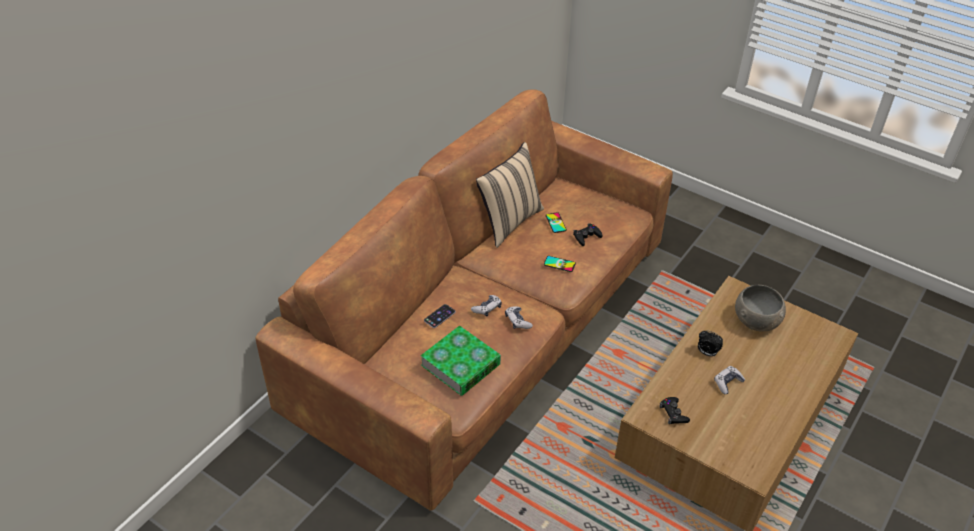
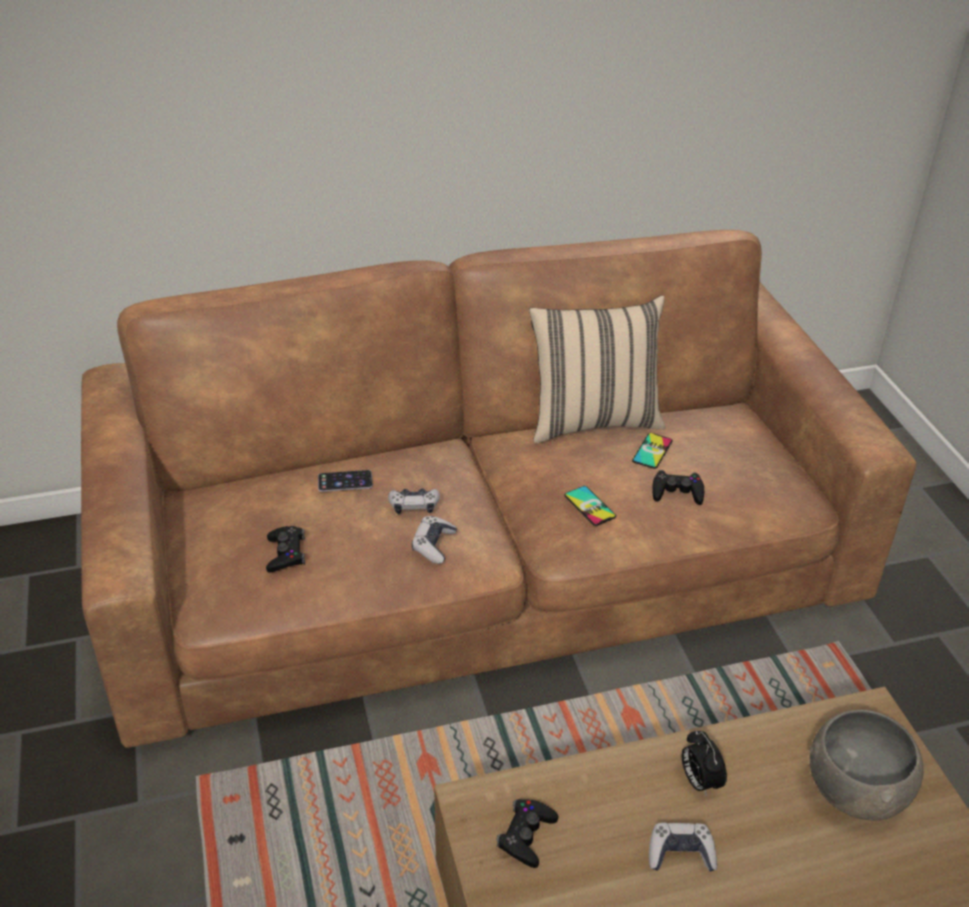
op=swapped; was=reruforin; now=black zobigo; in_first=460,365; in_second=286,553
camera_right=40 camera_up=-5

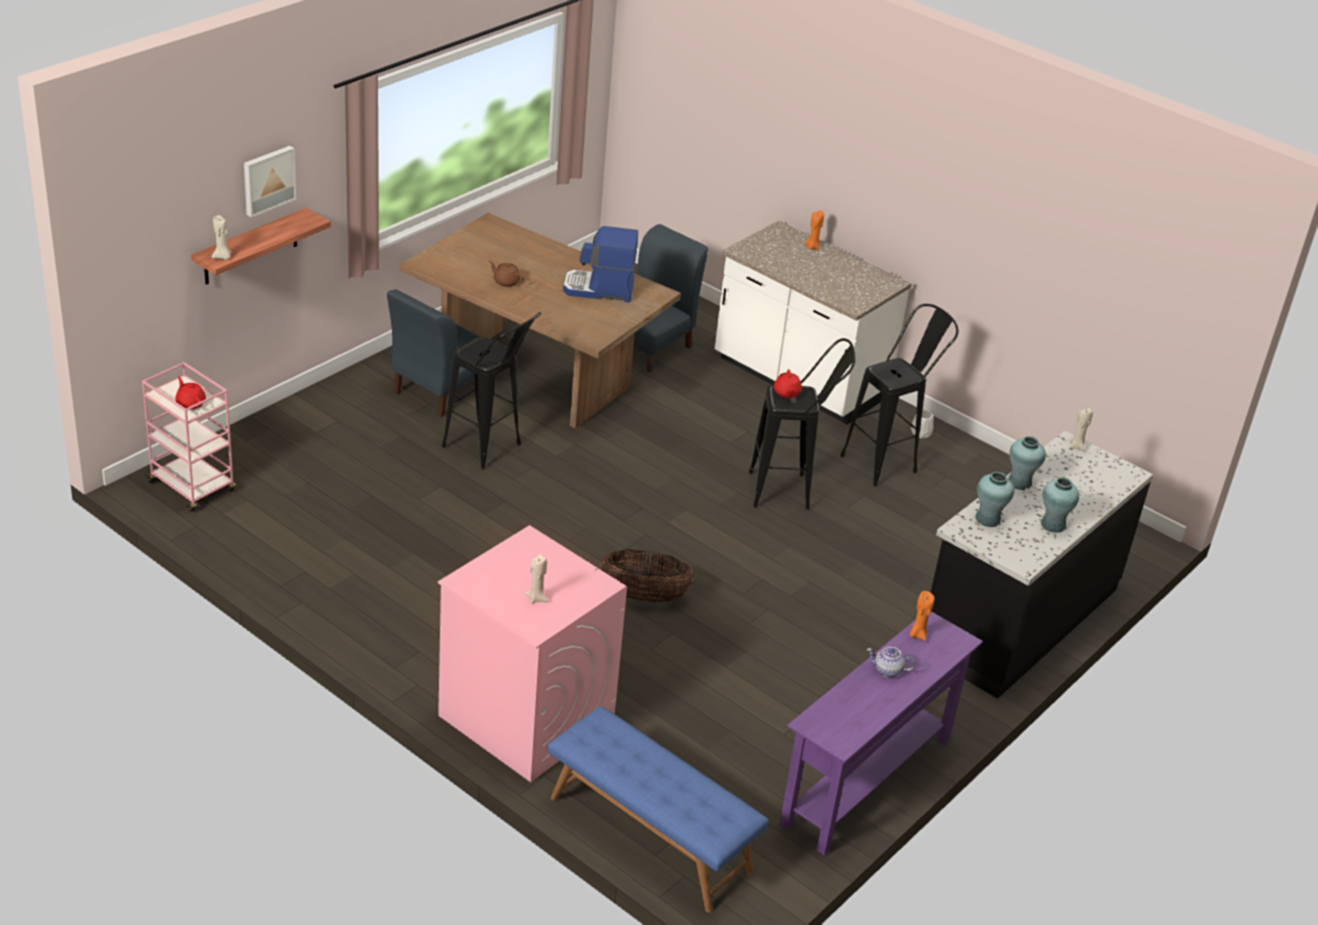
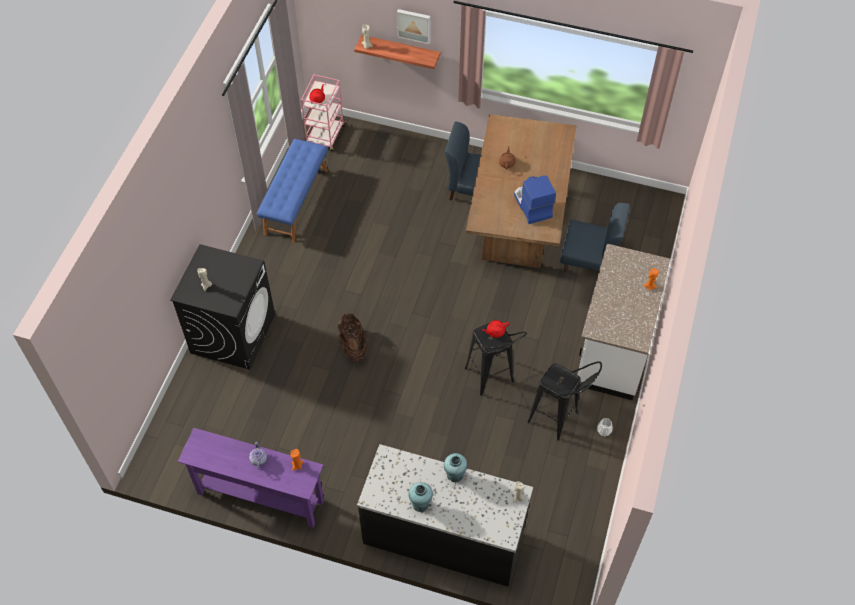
op=repainted; was=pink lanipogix; now=black lanipogix; in_first=525,717; in_second=233,333
op=gone; was=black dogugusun; in_first=490,451
op=shifted; was=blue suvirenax; in_first=649,835; in_second=295,201
op=gone; was=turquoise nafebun; in_first=988,519
camera_right=70 camera_up=20

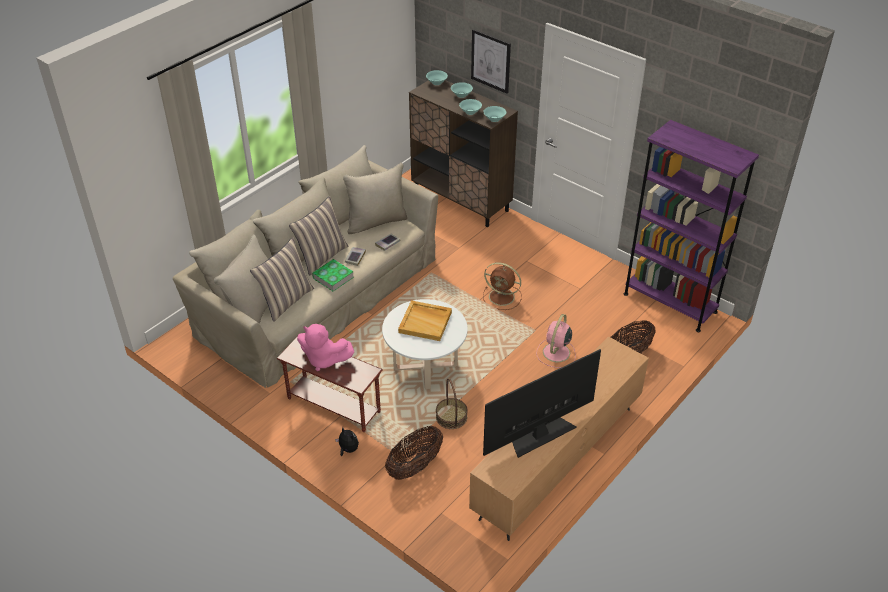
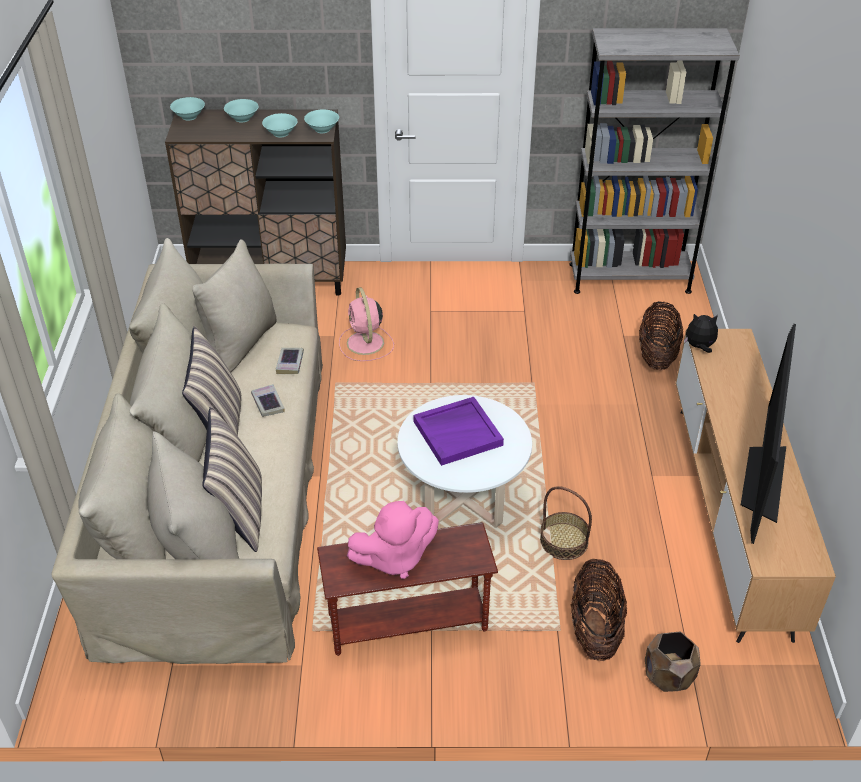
op=gone; was=reruforin; in_first=333,277
op=shifted; was=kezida; in_first=348,449; in_second=699,347
op=repainted; was=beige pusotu; now=purple pusotu; in_first=425,322; in_second=458,432
op=gone; was=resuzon; in_first=491,61
op=gone; was=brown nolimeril; in_first=502,297
op=shifted; was=pink nolimeril; in_first=556,353; in_second=365,344
op=repainted; was=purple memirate; now=grey memirate; in_first=670,303; in_second=629,278
op=new; now=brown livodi; in_second=668,677
camera_right=-40 camera_up=0

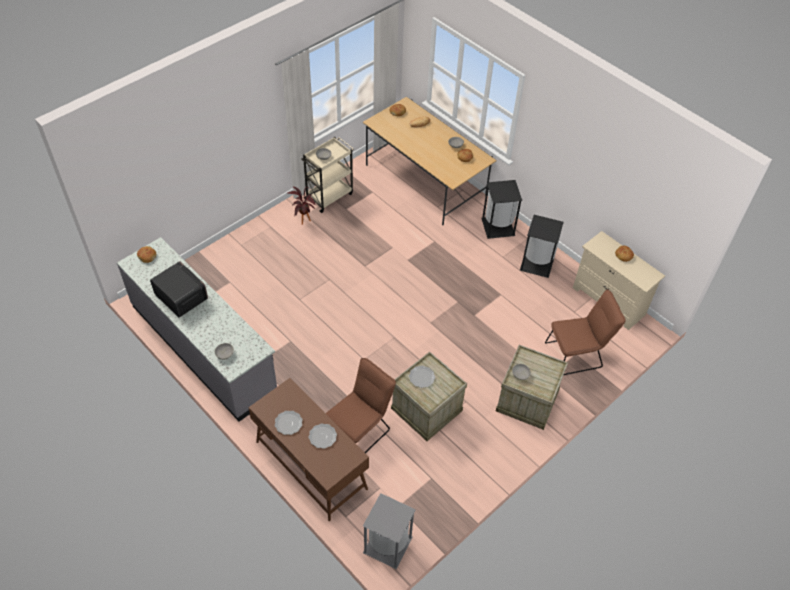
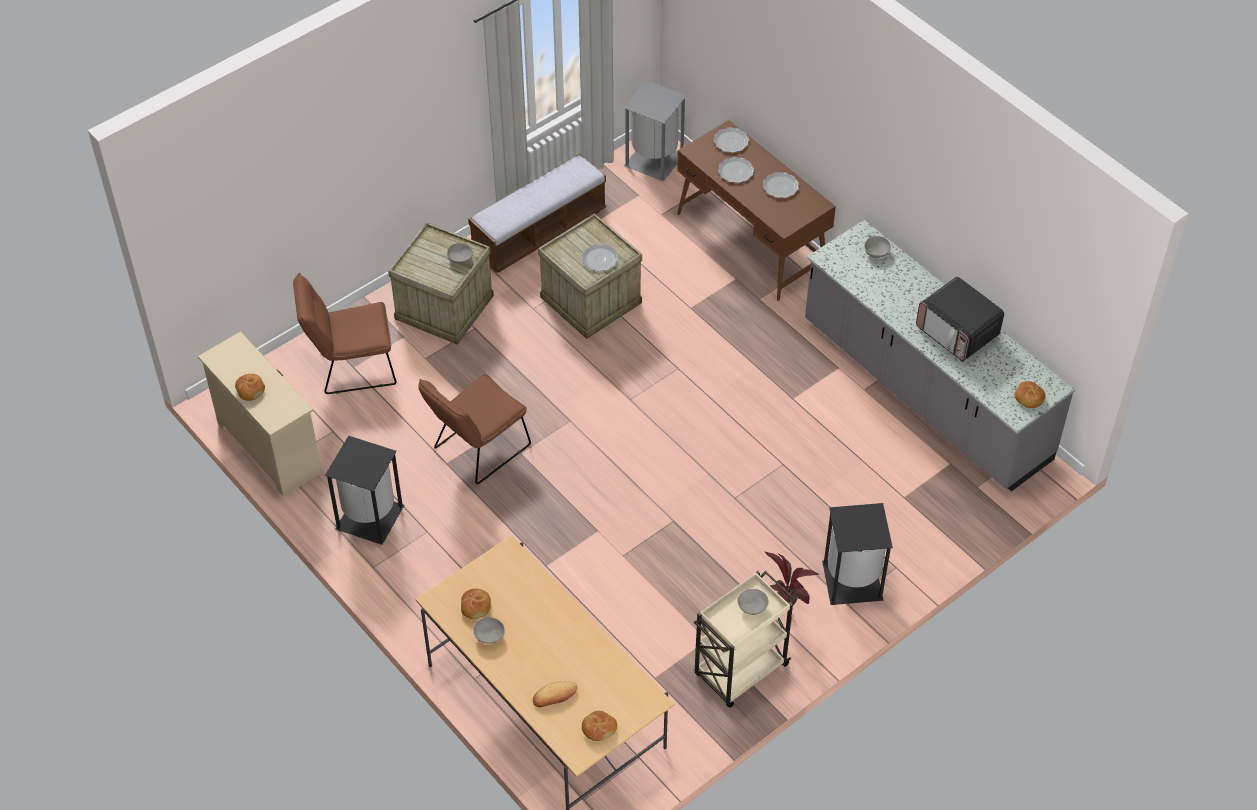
op=shifted; was=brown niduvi; in_first=360,429; in_second=477,450
op=shifted; was=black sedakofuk; in_first=498,226; in_second=851,582
op=new; now=suvirenax; in_second=539,232
op=new; now=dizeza; in_second=731,142
camera_right=-175 camera_up=0

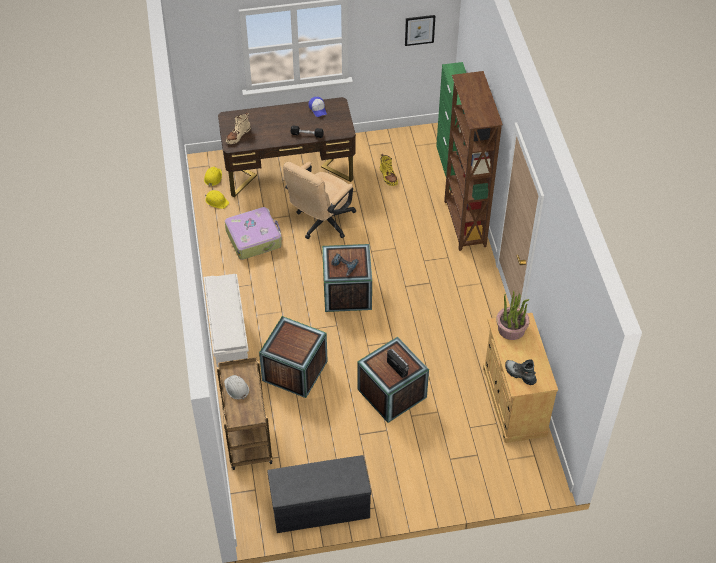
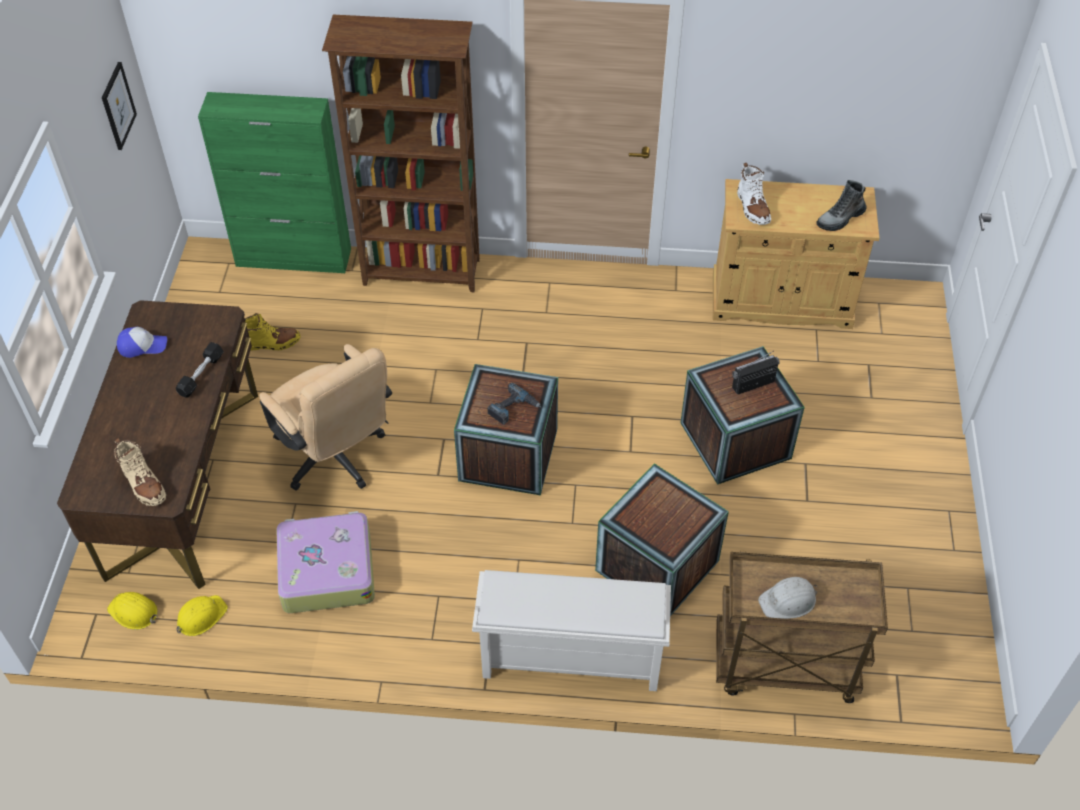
op=gone; was=grey suvirenax; in_first=319,507
op=swapped; was=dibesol; now=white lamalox; in_first=511,329; in_second=752,207
camera_right=-75 camera_up=0

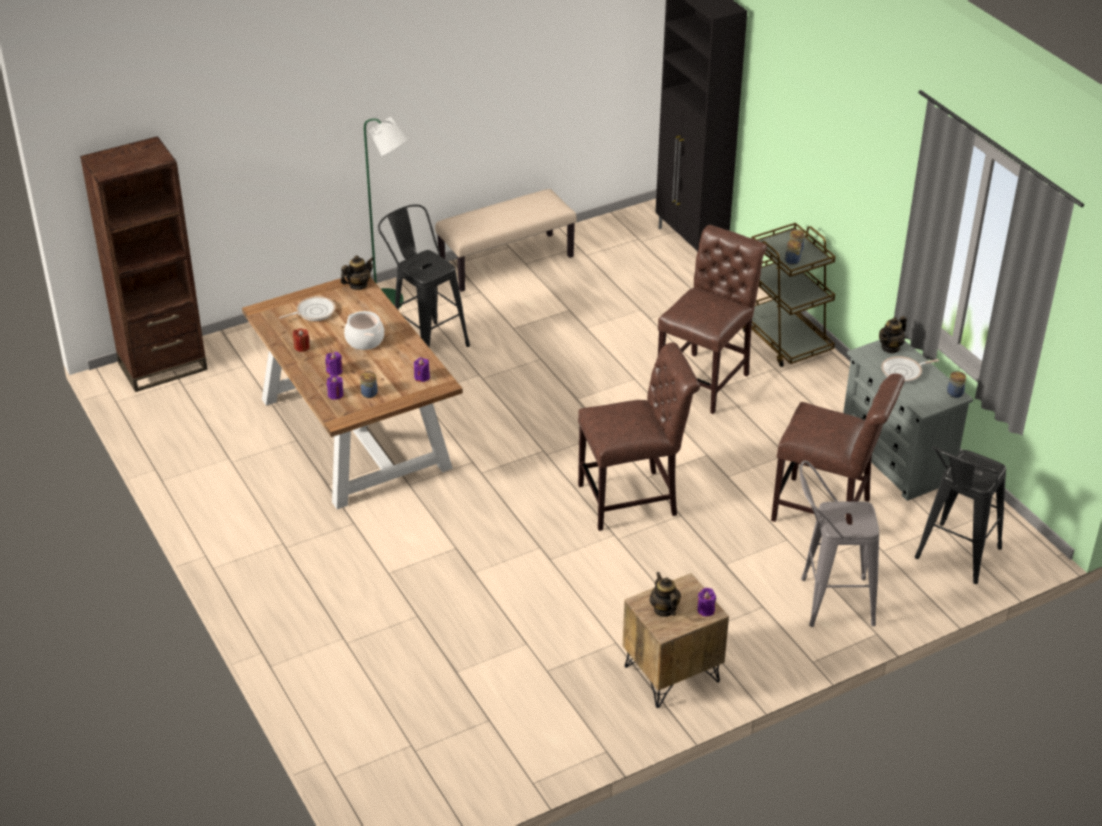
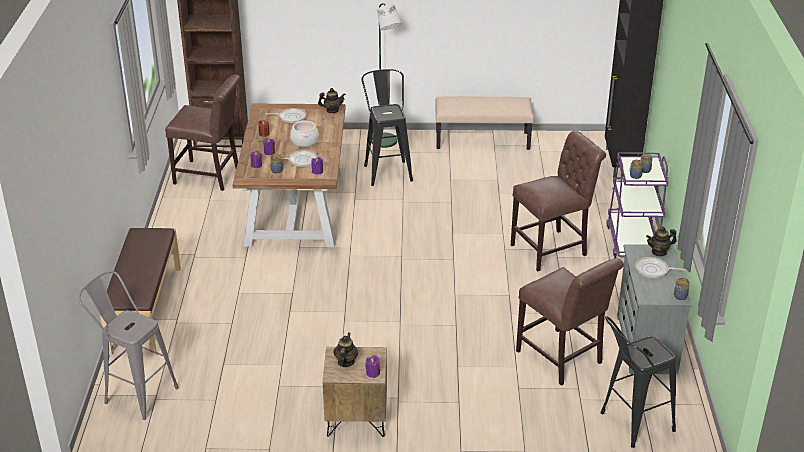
op=shifted; was=brown niduvi; in_first=633,499; in_second=210,176
op=repainted; was=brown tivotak; now=purple tivotak; in_first=783,339; in_second=632,241
op=shifted; was=grey dogugusun; in_first=827,601; in_second=135,393
op=new; now=brown suvirenax; in_second=145,310
op=new; now=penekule; in_second=301,160
camera_right=30 camera_up=-5

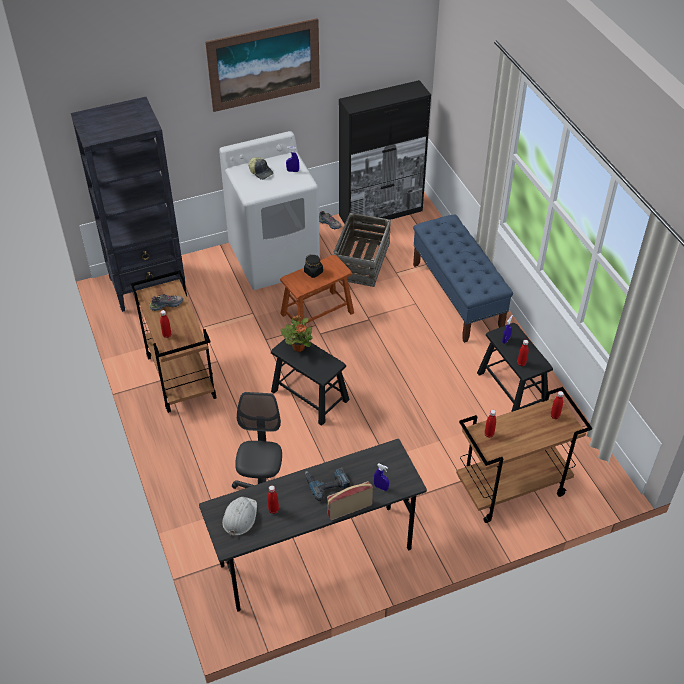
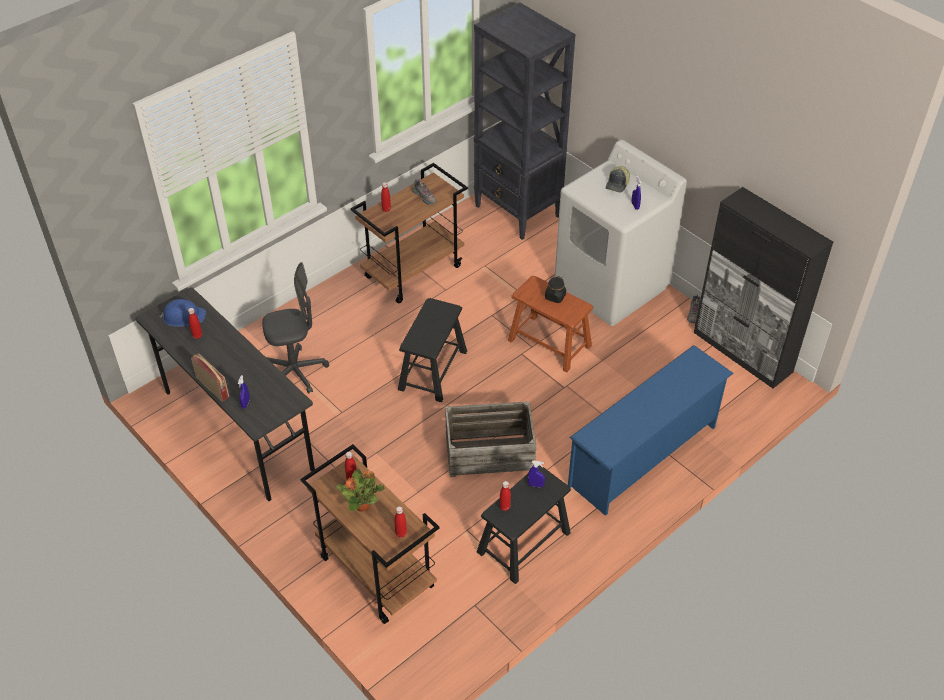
op=gone; was=resuzon; in_first=264,65
op=repainted; was=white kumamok; now=blue kumamok; in_first=239,517; in_second=183,316
op=shifted; was=dibesol; in_first=298,347; in_second=362,505
op=gone; was=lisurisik; in_first=327,483
op=shifted; was=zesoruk; in_first=362,261; in_second=489,452
op=swapped; was=blue suvirenax; now=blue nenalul; in_first=457,297; in_second=644,457
camera_right=70 camera_up=0

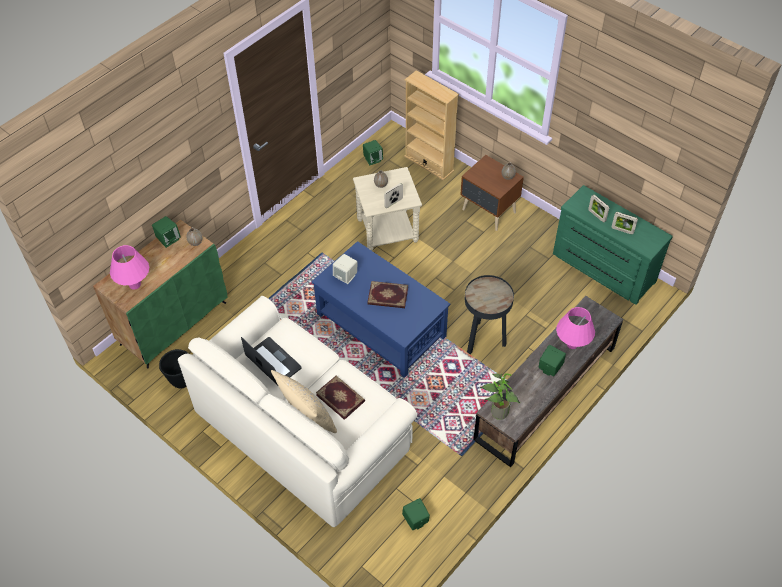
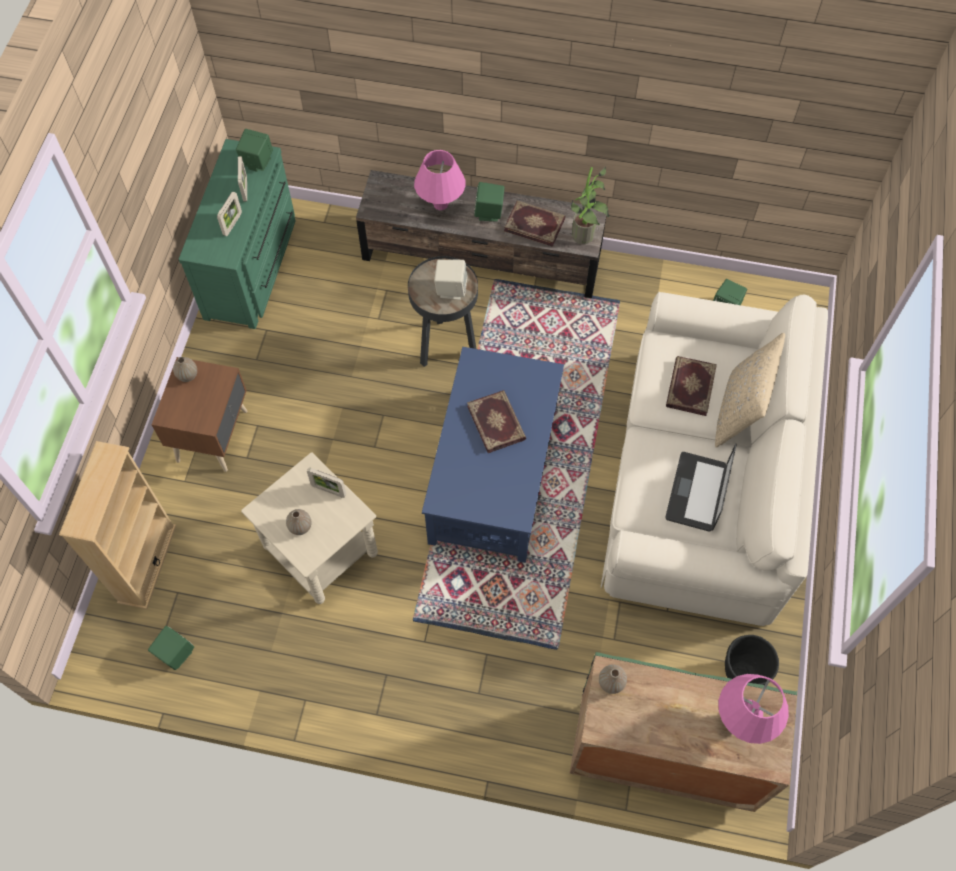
op=shifted; was=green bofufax; in_first=168,239; in_second=257,162
op=shifted; was=beige bofufax; in_first=346,276; in_second=451,289
op=new; now=reruforin; in_second=535,224
camera_right=-120 camera_up=10

